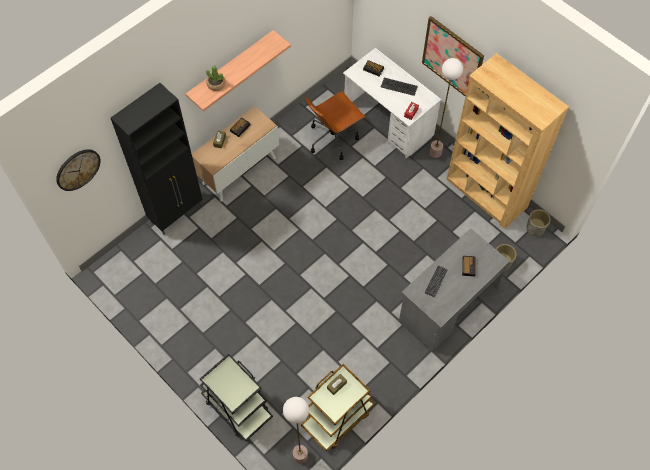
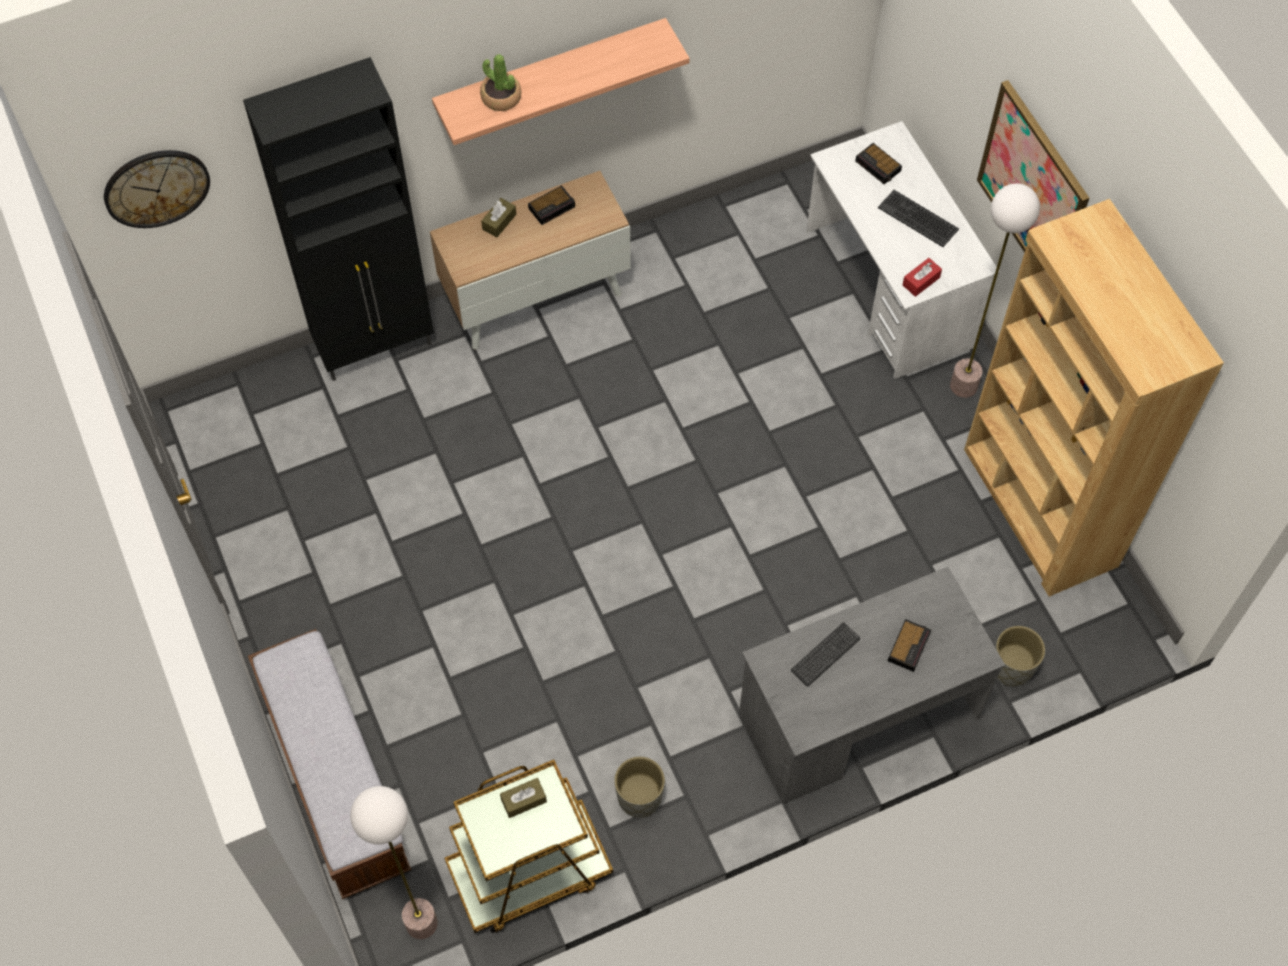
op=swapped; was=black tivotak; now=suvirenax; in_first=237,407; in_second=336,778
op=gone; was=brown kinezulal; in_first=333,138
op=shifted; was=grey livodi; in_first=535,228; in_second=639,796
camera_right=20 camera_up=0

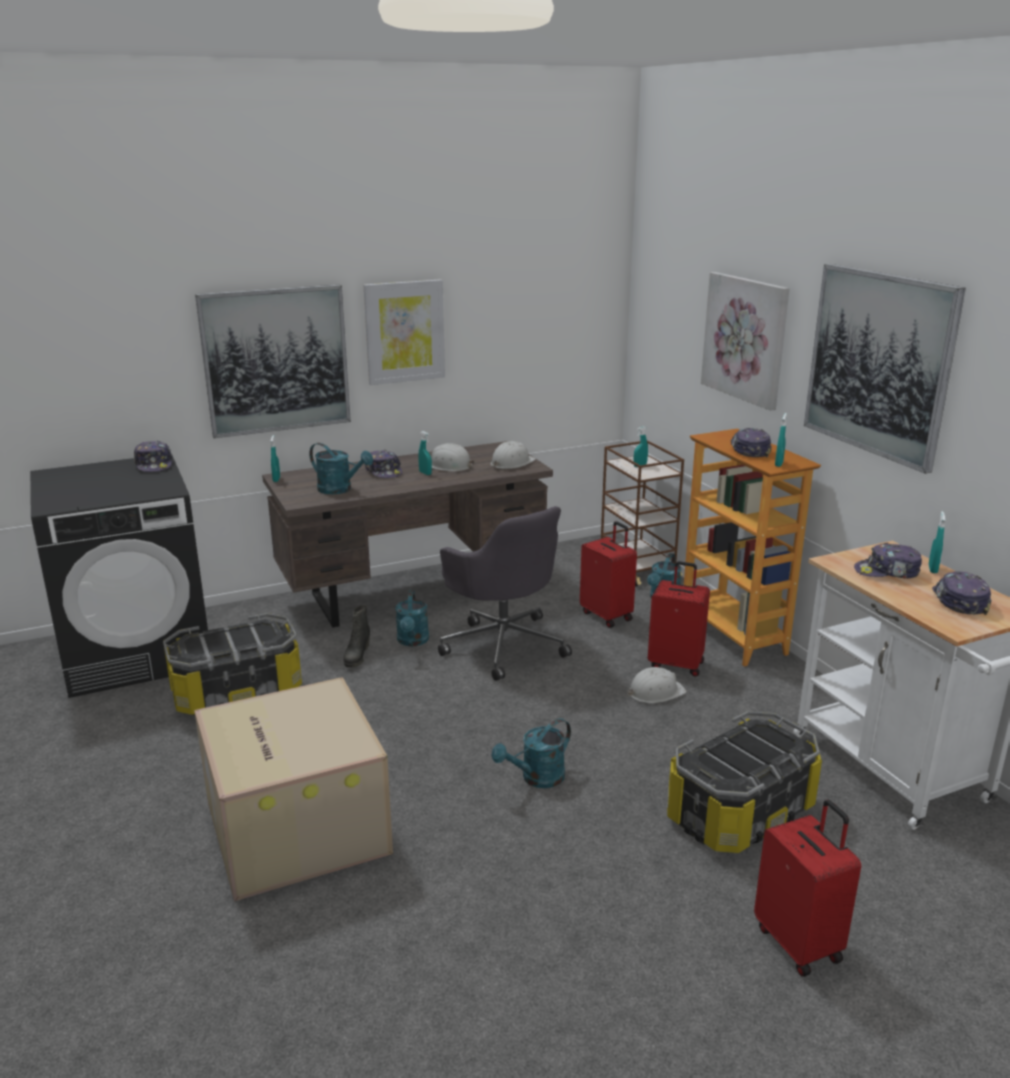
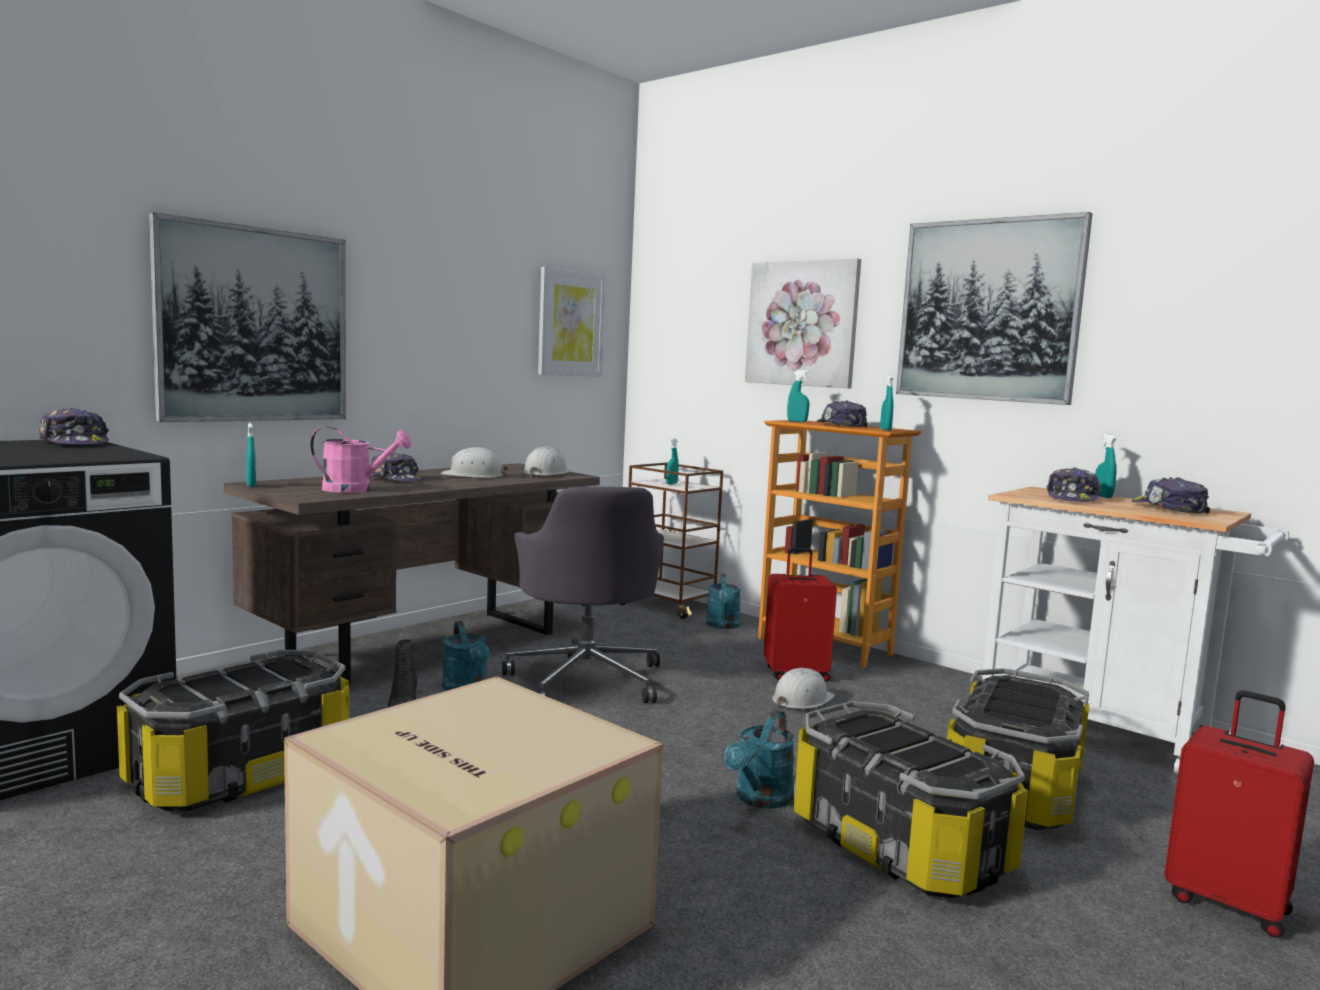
op=repainted; was=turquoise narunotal; now=pink narunotal; in_first=340,489; in_second=356,490
op=shifted; was=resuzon; in_first=404,332; in_second=571,323
op=shifted; was=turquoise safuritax; in_first=425,473; in_second=797,421
op=rotated; was=grey kinezulal; in_first=503,644; in_second=586,679; clockwise=45
op=gone; was=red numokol; in_first=607,615
op=rotated; was=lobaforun; in_first=887,572; in_second=1072,498; clockwise=-45
op=new; now=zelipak; in_second=899,845
camera_right=-25 camera_up=-15

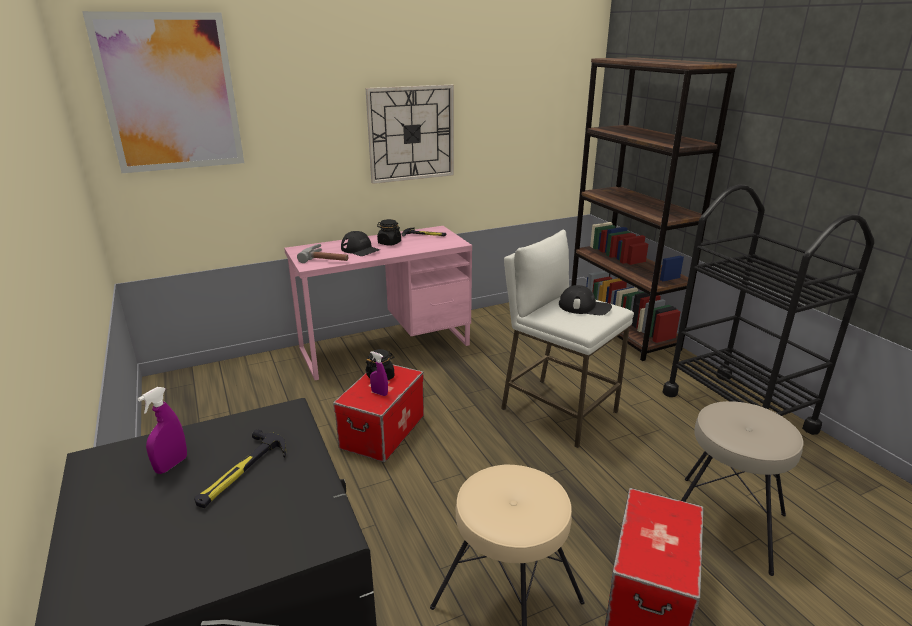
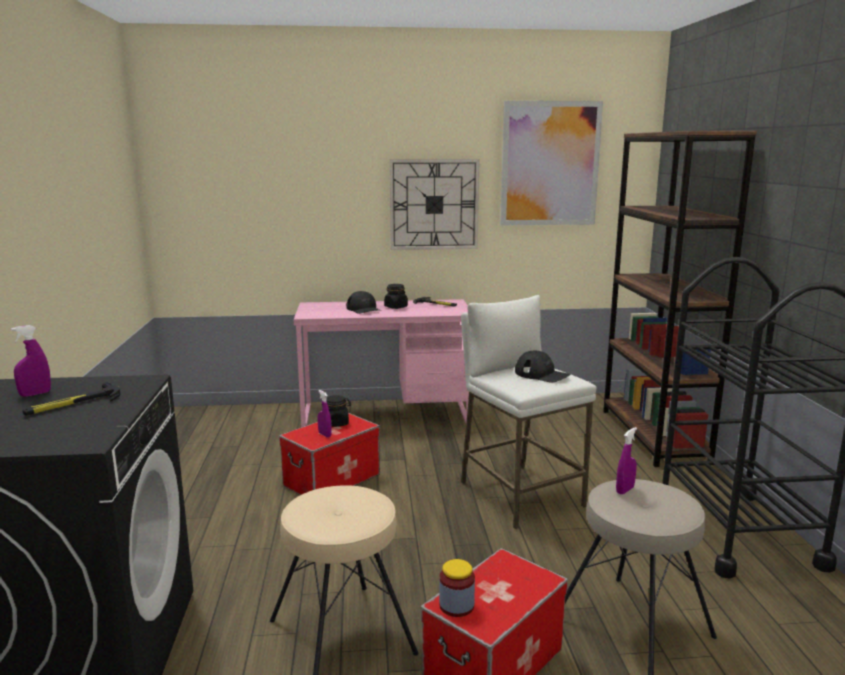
op=shifted; was=resuzon; in_first=170,93; in_second=550,164
op=gone; was=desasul; in_first=327,259
op=new; now=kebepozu; in_second=456,606
op=new; now=purple safuritax; in_second=625,490
camera_right=20 camera_up=-10

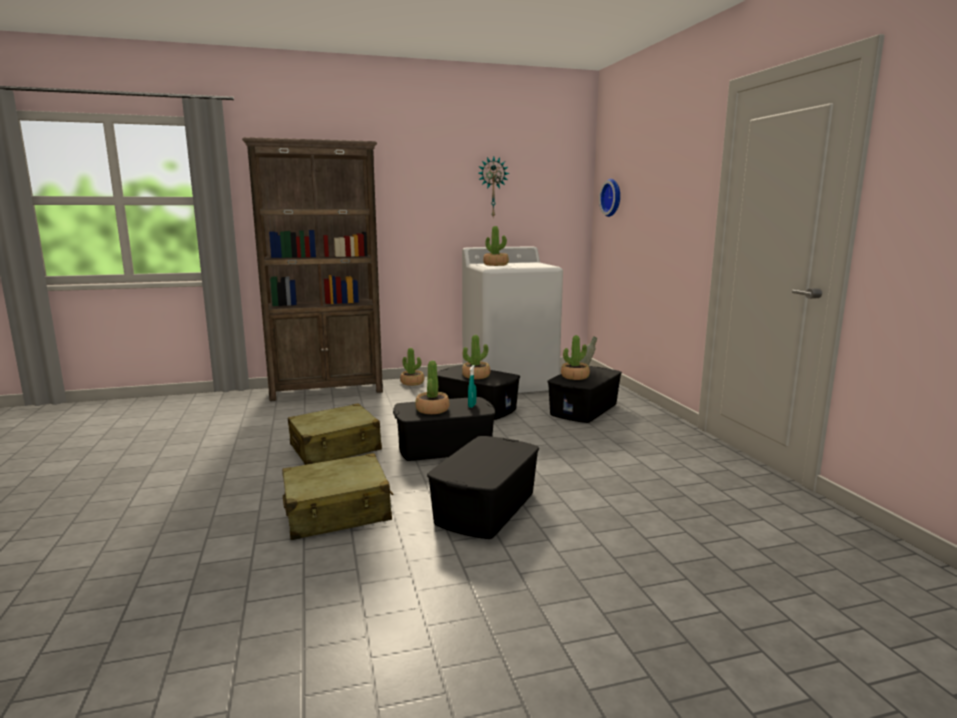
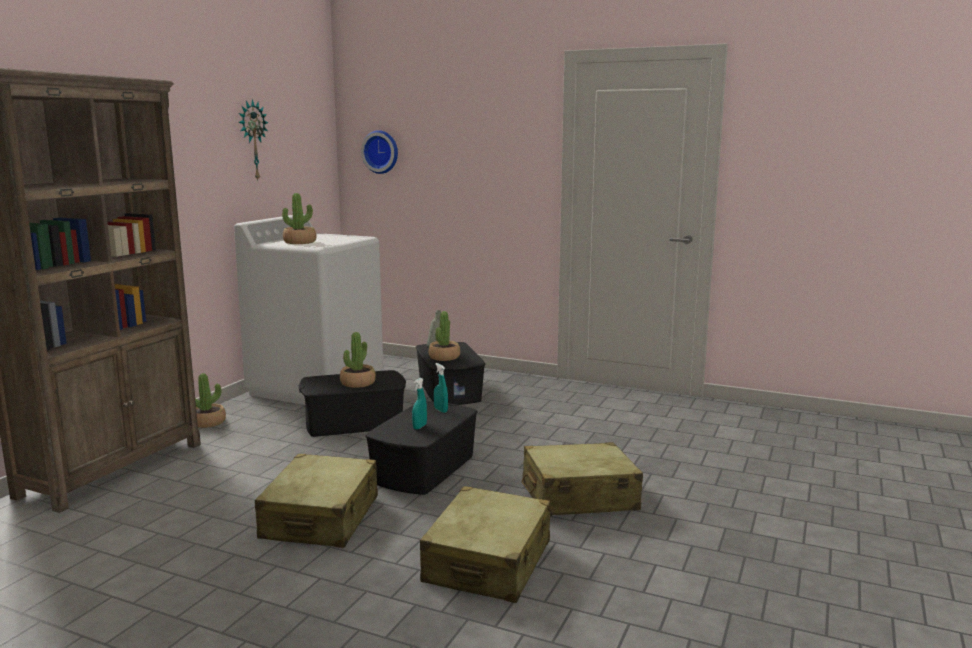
op=swapped; was=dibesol; now=turquoise safuritax; in_first=432,410; in_second=419,427
op=swapped; was=black zelipak; now=beige numokol; in_first=485,508; in_second=578,497
camera_right=-50 camera_up=0

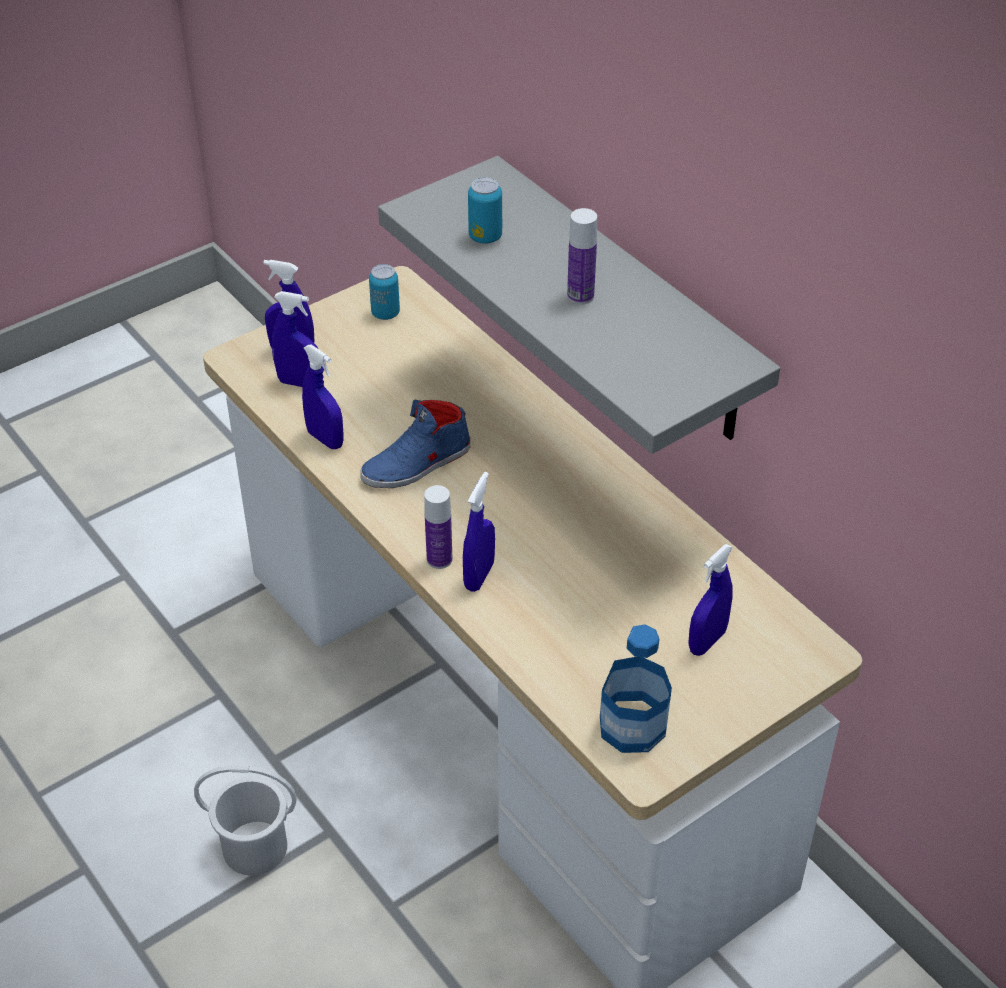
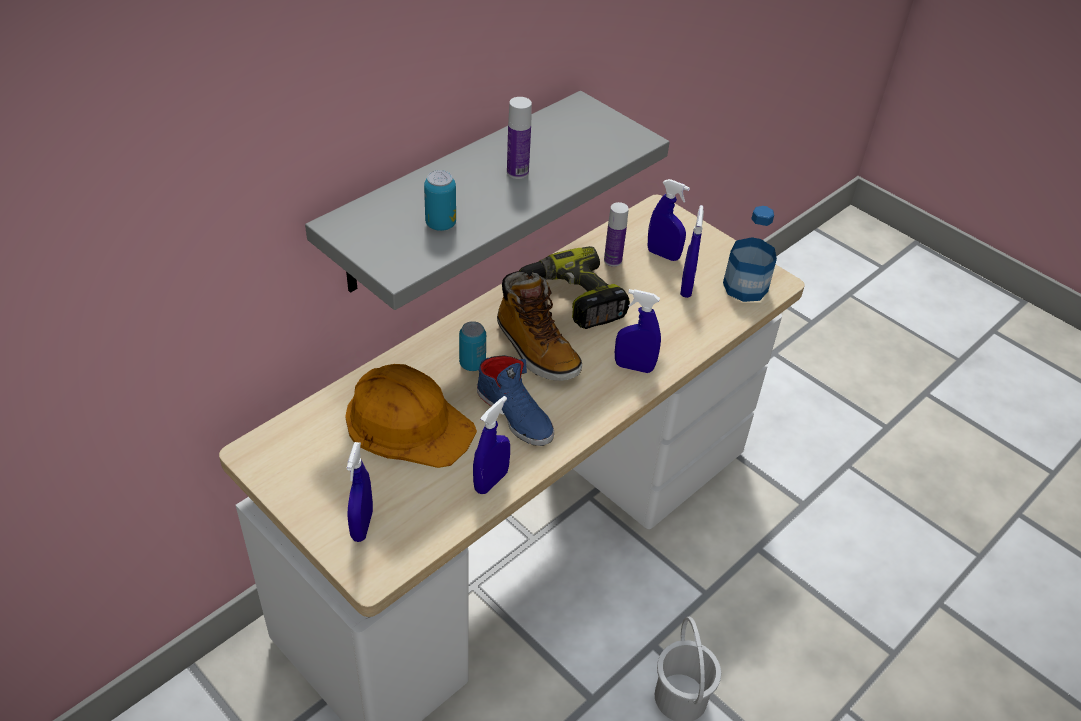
op=shifted; was=blue safuritax; in_first=299,383; in_second=686,287
op=shifted; was=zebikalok; in_first=385,313; in_second=472,364
op=shifted; was=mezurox; in_first=439,559; in_second=612,260
op=new; now=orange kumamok; in_second=408,422
op=new; now=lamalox; in_second=536,350
op=new; now=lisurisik; in_second=572,298
camera_right=-100 camera_up=0

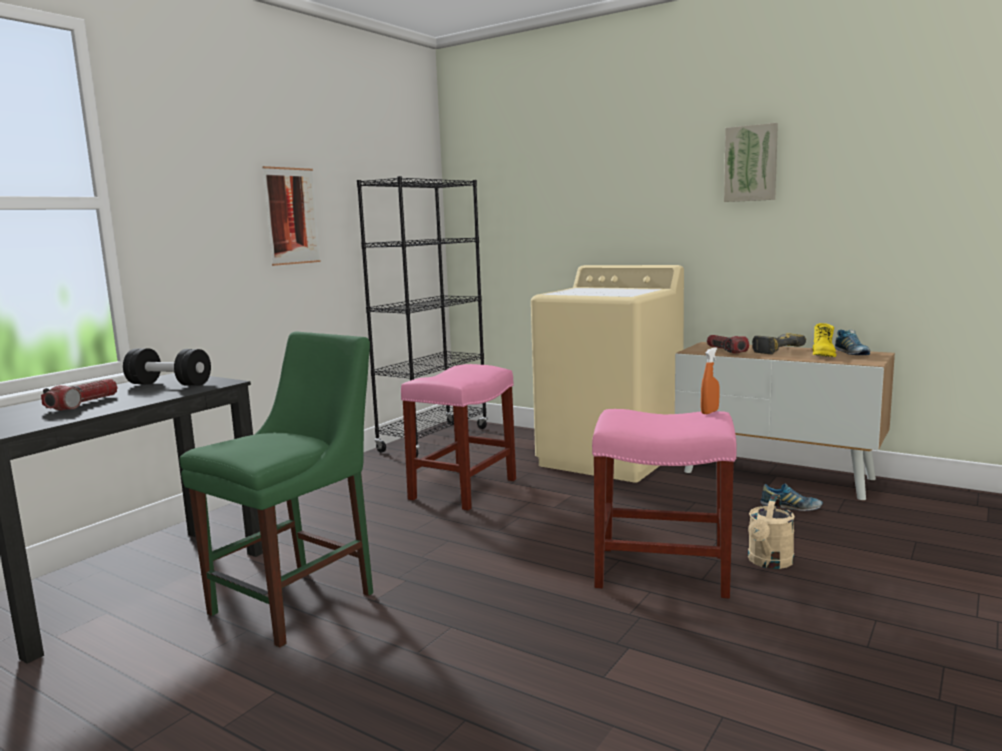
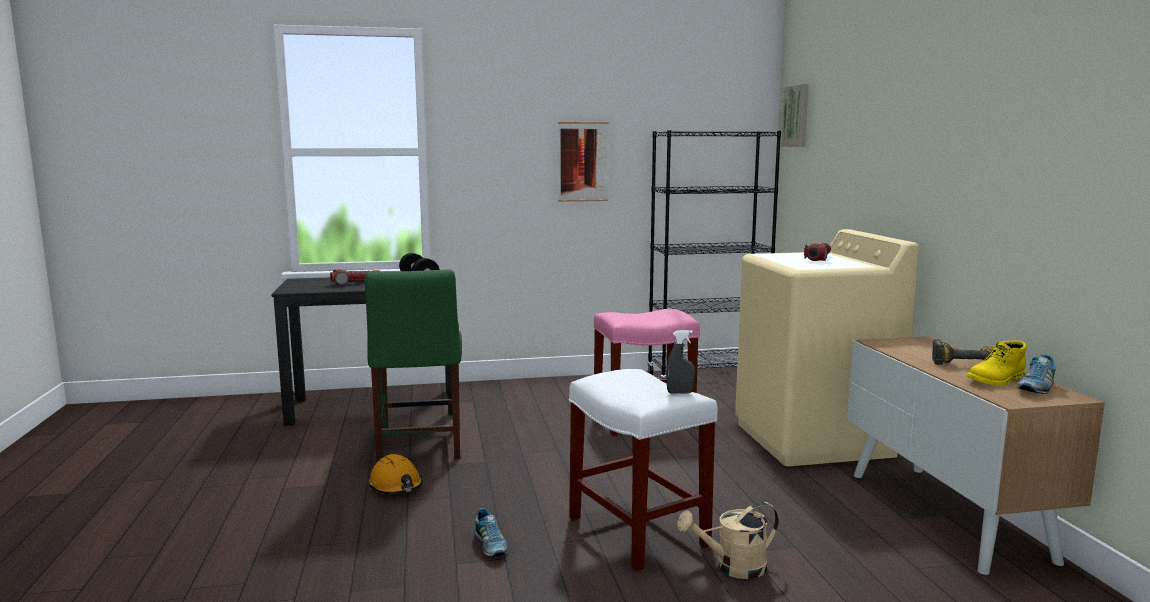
op=rotated; was=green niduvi; in_first=299,600; in_second=419,447; clockwise=90
op=repainted; was=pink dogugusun; now=white dogugusun; in_first=664,571; in_second=639,532
op=repainted; was=orange safuritax; now=grey safuritax; in_first=709,412; in_second=680,392
op=shifted; was=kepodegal; in_first=726,350; in_second=818,258
op=shifted; was=resuzon; in_first=751,163; in_second=797,116
op=shifted; was=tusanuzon; in_first=791,508; in_second=490,546
op=new; now=orange kumamok; in_second=396,486
camera_right=45 camera_up=0

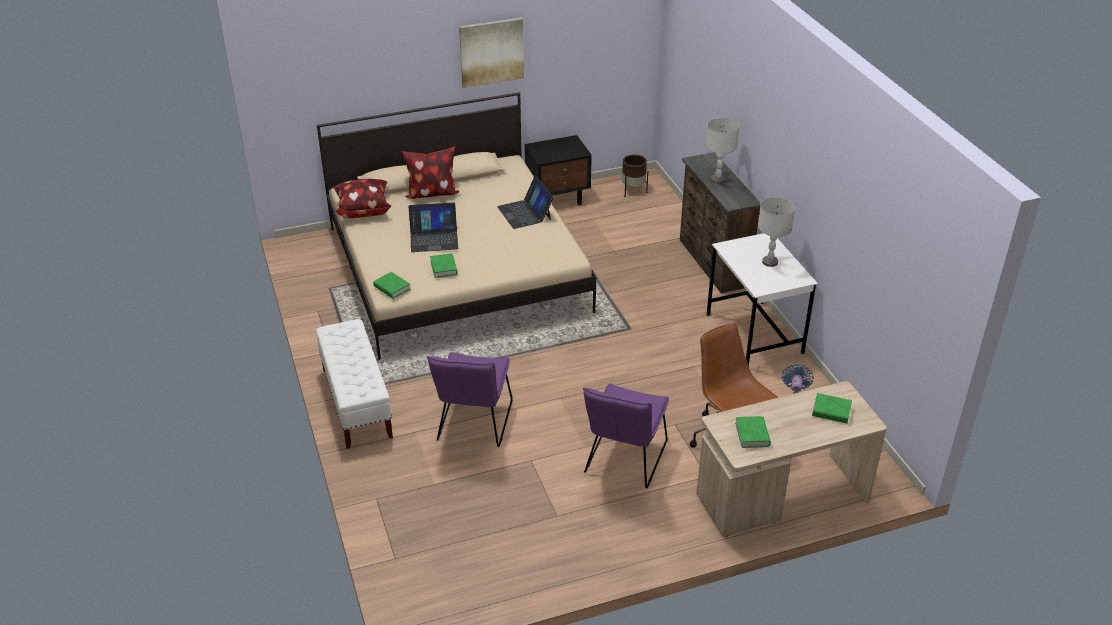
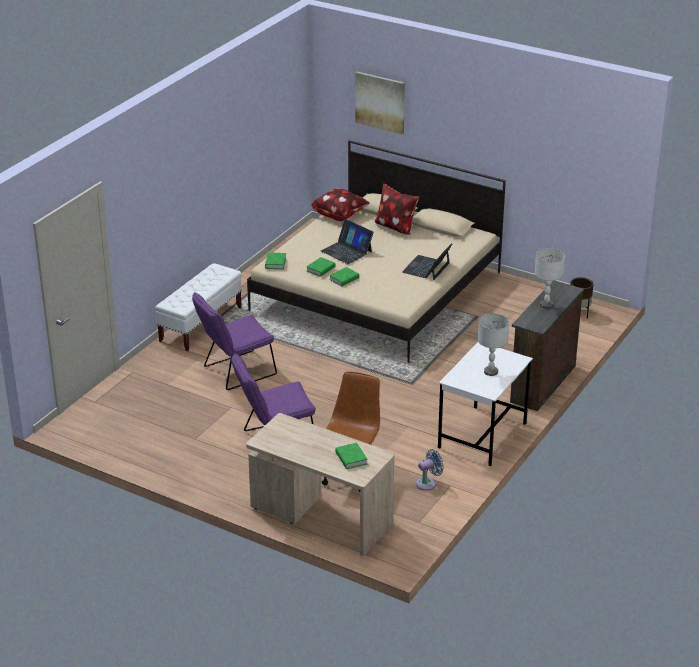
op=shifted; was=resuzon; in_first=491,52; in_second=380,102
op=gone; was=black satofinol; in_first=558,198
op=shifted; was=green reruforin; in_first=752,435; in_second=344,279
camera_right=50 camera_up=-5

